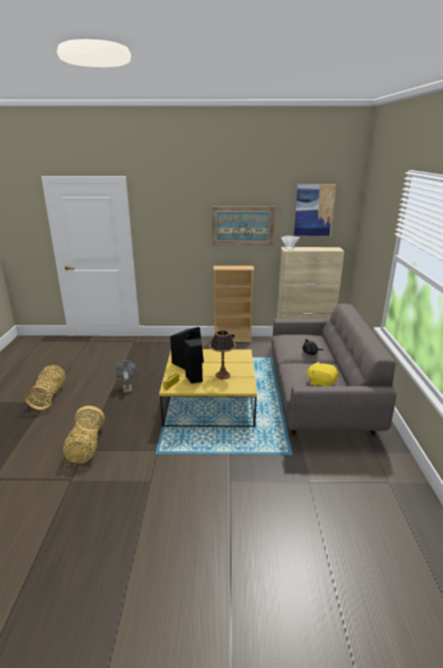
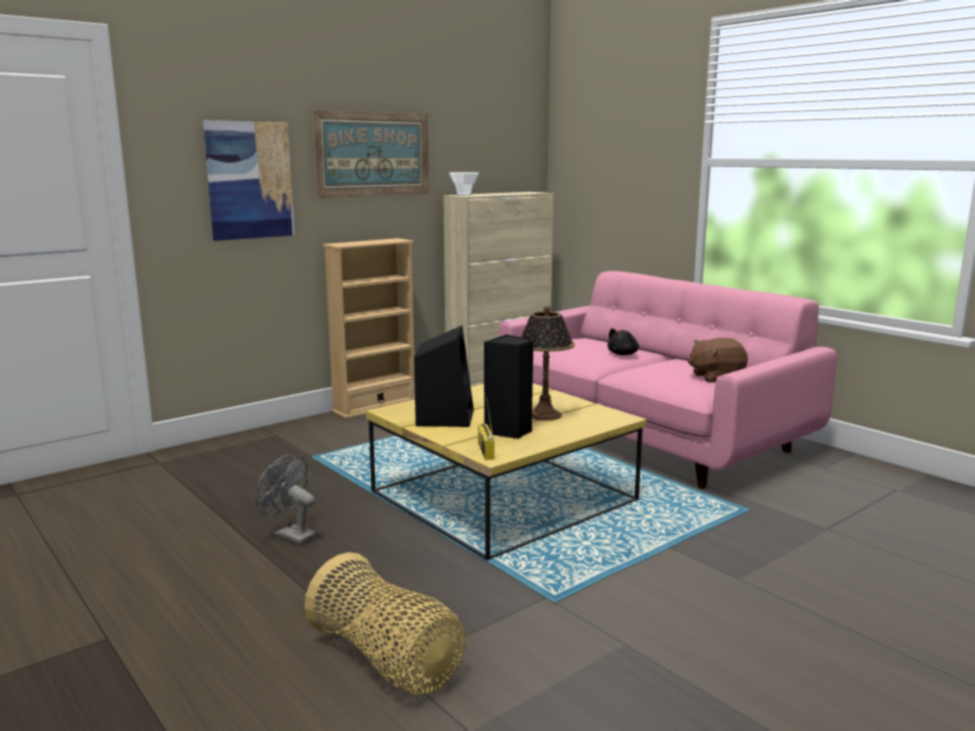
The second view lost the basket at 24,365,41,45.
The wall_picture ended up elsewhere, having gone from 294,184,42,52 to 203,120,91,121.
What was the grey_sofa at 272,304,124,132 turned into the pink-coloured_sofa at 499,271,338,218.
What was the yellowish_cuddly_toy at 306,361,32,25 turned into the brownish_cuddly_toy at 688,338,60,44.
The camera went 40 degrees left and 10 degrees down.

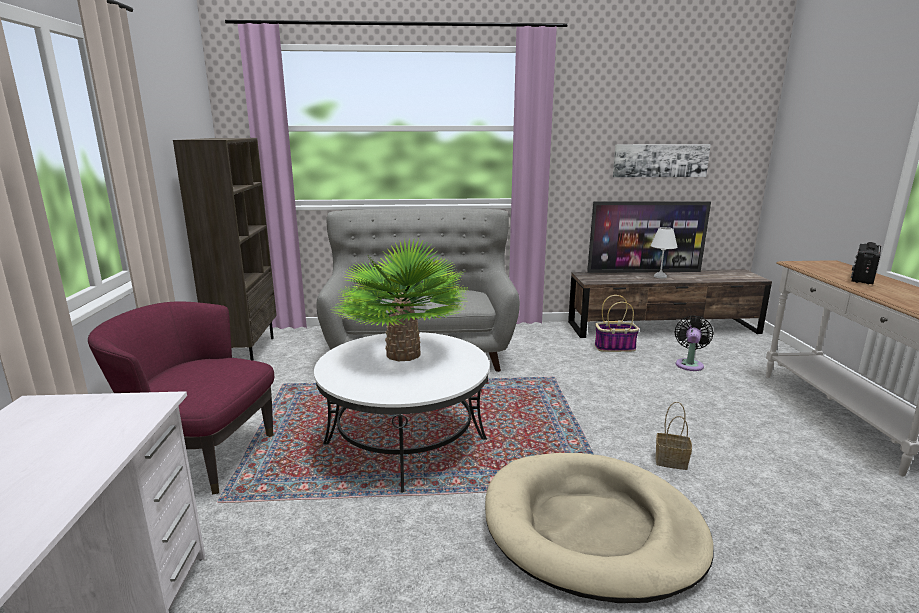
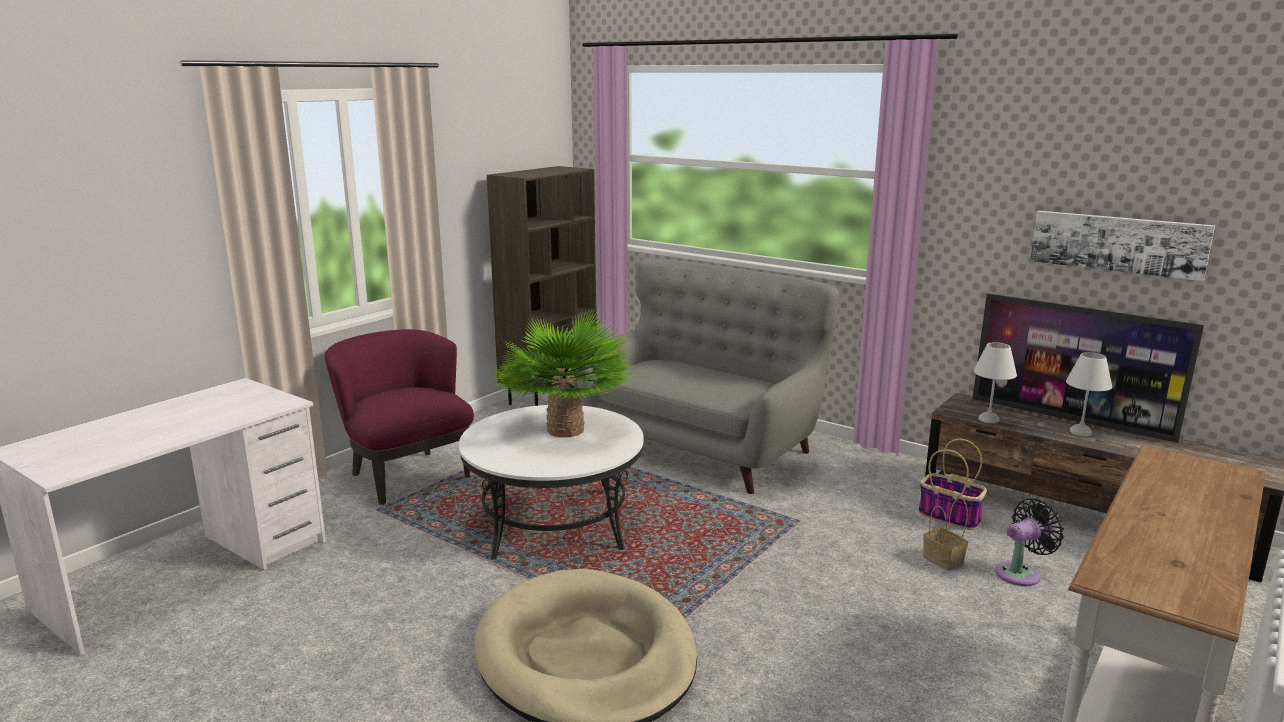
The second view lost the radio at 851,242,30,42.
The second view gained the whitish_table_lamp at 974,342,43,81.
The basket ended up elsewhere, having gone from 655,402,37,68 to 923,498,45,73.
The camera went 40 degrees right and 0 degrees up.

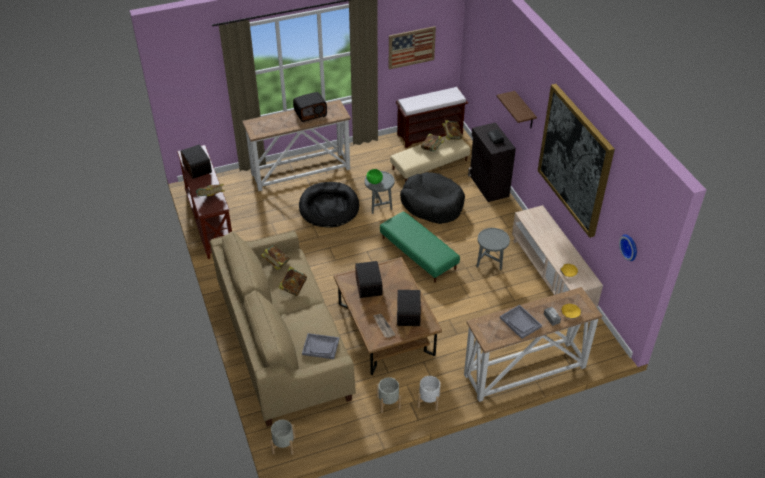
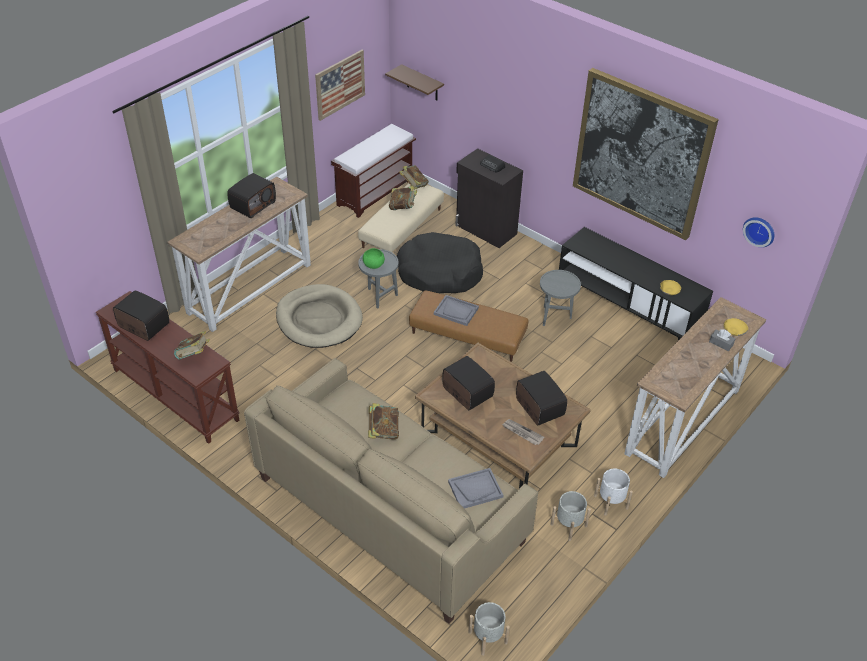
The second view lost the bound_book at 261,245,29,25.
The brownish_shelf ended up elsewhere, having gone from 497,91,40,37 to 385,64,59,37.
The grey_carrying_tray ended up elsewhere, having gone from 500,305,42,34 to 434,295,45,31.
What was the black-coloured_dog_bed at 299,182,60,45 turned into the beige_dog_bed at 276,284,87,64.
What was the green_ottoman at 380,212,80,71 turned into the brownish_ottoman at 409,291,120,71.
What was the beige_tv_stand at 512,205,91,102 turned into the black-coloured_tv_stand at 559,227,154,113.
The camera went 30 degrees left and 0 degrees up.

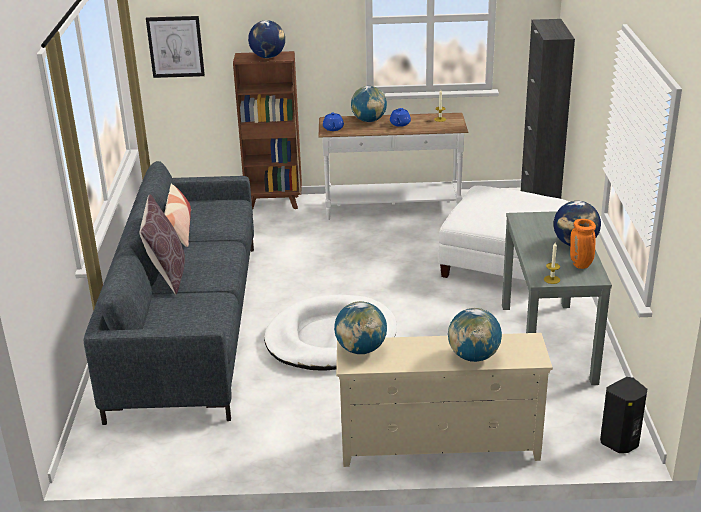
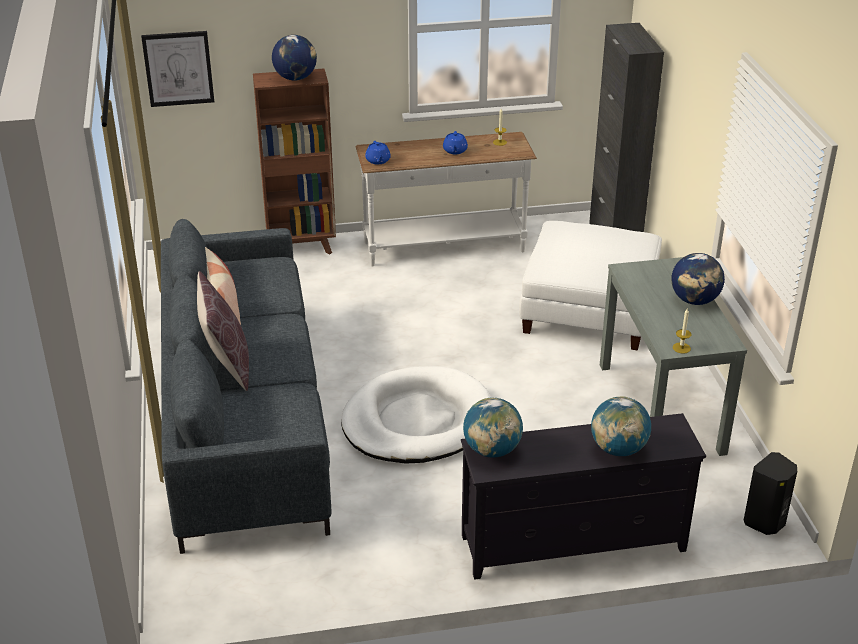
The second view lost the world_globe at 351,86,36,36.
The second view lost the orange-coloured_vase at 570,219,26,50.
What was the beige_tv_stand at 336,333,217,134 turned into the black-coloured_tv_stand at 461,413,245,167.
The camera went 10 degrees left and 5 degrees up.

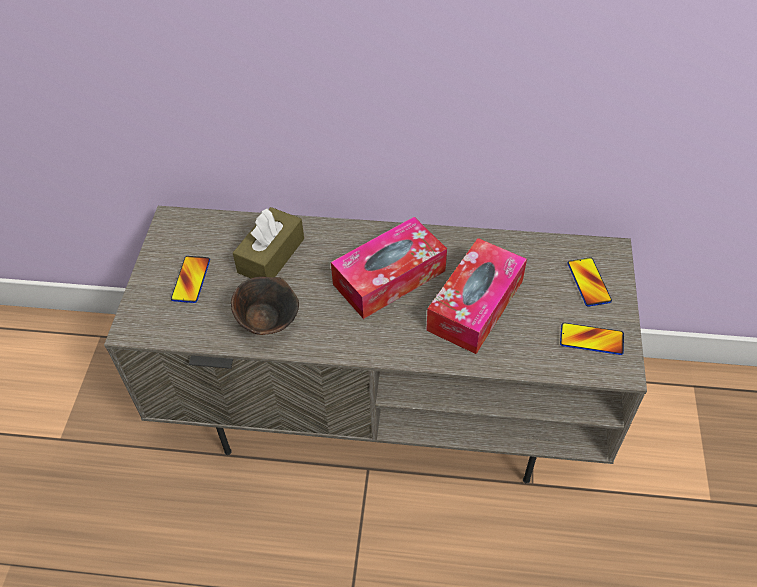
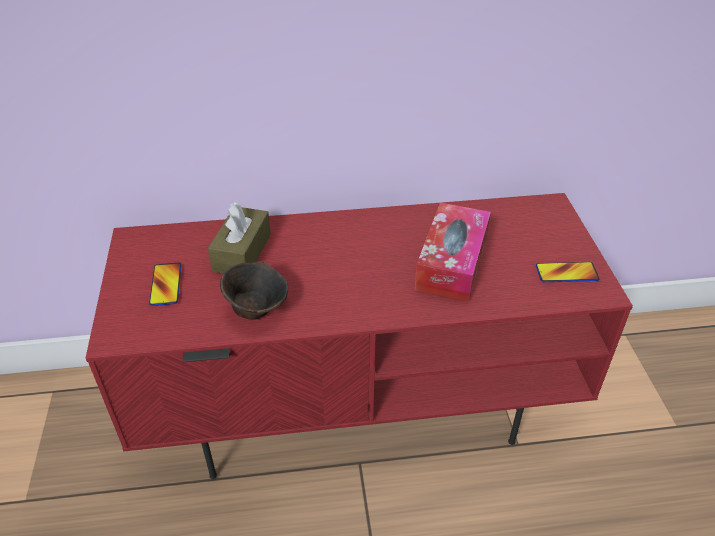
The second view lost the tissue_box at 331,217,116,102.
The second view lost the handset at 568,257,44,50.
What was the grey_tv_stand at 104,206,543,278 turned into the red_tv_stand at 86,193,547,286.
The camera went 15 degrees left and 10 degrees down.

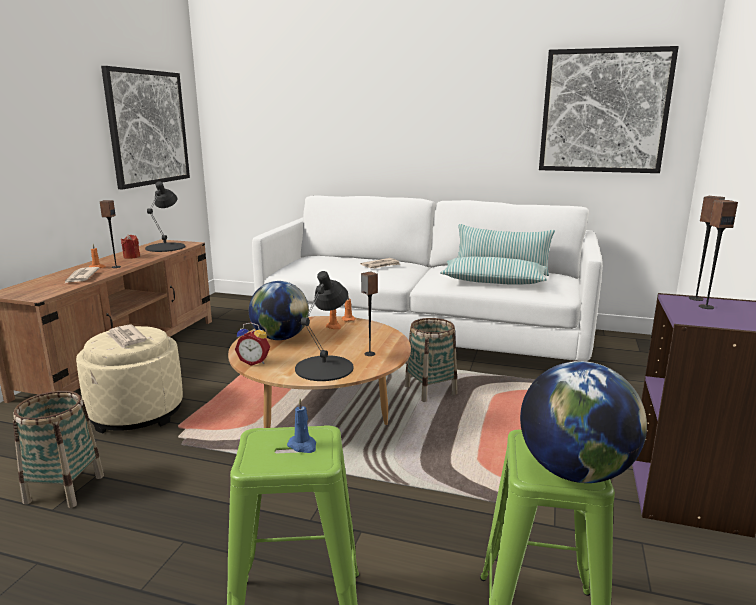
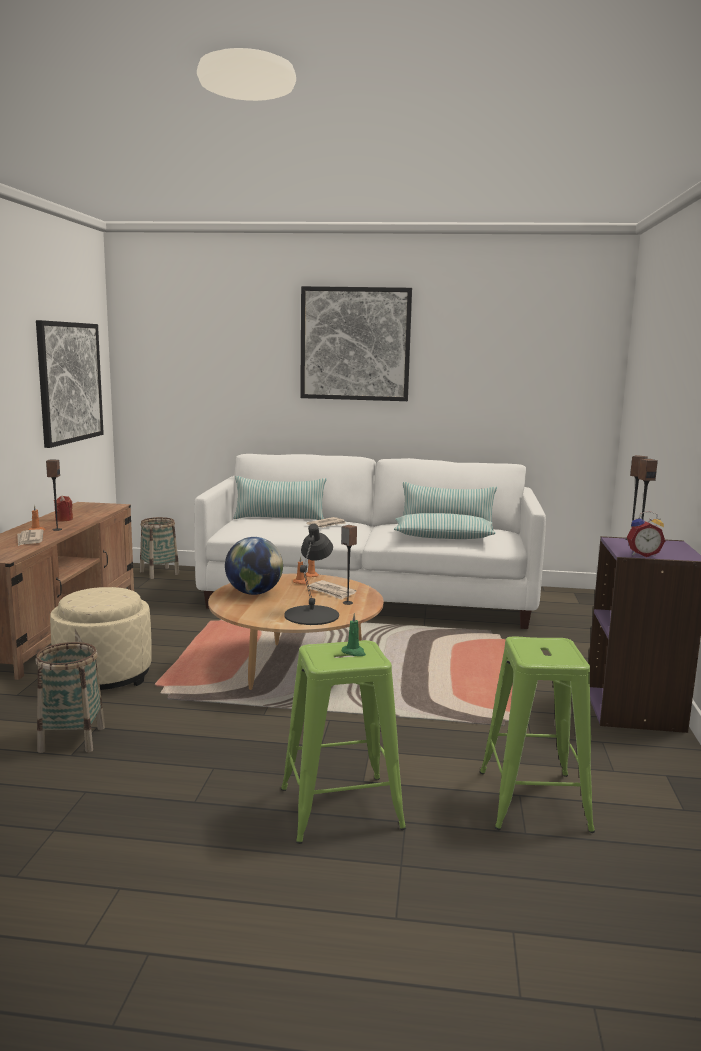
The second view lost the black-coloured_table_lamp at 145,181,40,71.
The second view lost the world_globe at 520,361,127,122.
The second view gained the pillow at 234,476,92,44.
The printed_paper ended up elsewhere, having gone from 106,324,41,25 to 308,580,48,20.
The table_clock ended up elsewhere, having gone from 235,322,35,44 to 627,511,38,46.
The basket ended up elsewhere, having gone from 405,318,53,84 to 140,517,39,62.
The wall_picture ended up elsewhere, having gone from 539,46,140,127 to 300,286,112,115.
What was the bluish_wax_light at 287,399,29,54 turned into the green_wax_light at 342,613,24,43.
The camera went 10 degrees left and 5 degrees down.

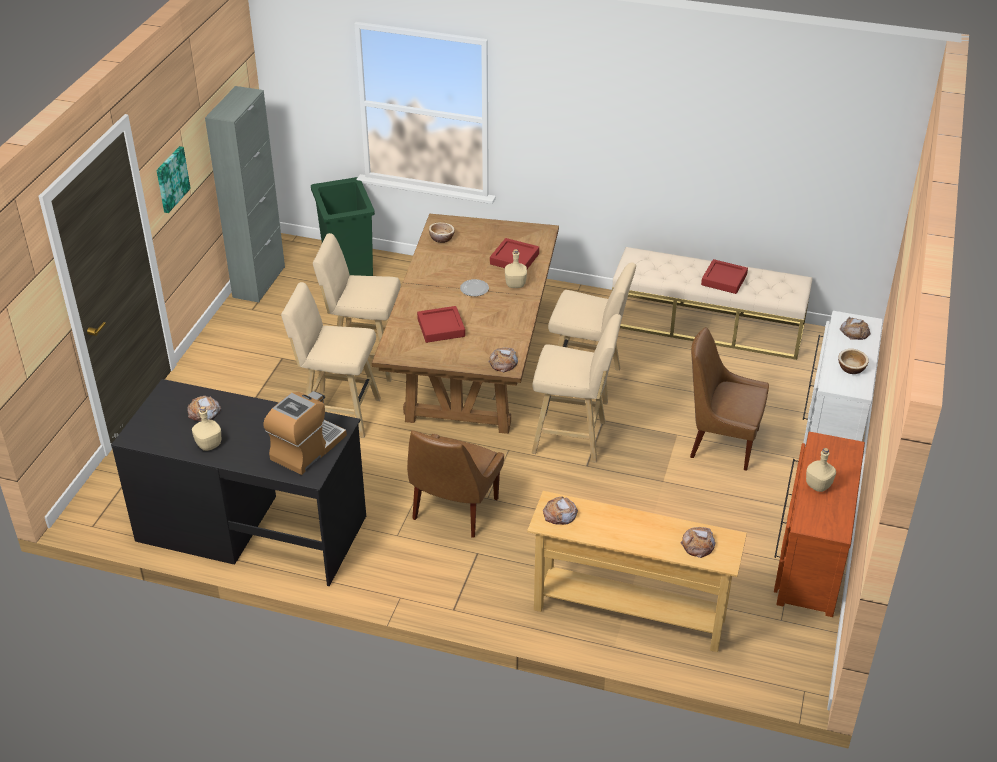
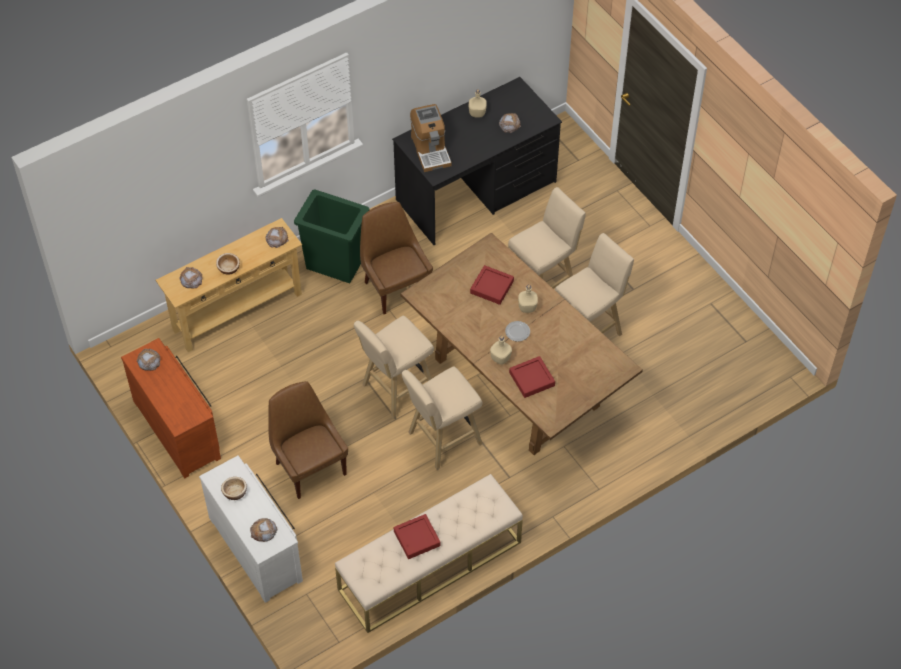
The second view lost the wall_picture at 156,146,35,67.
The second view lost the grey_cabinet at 205,86,80,216.
The green_rubbish_bin ended up elsewhere, having gone from 311,177,64,99 to 294,190,75,93.
The bowl ended up elsewhere, having gone from 429,222,26,21 to 216,253,24,22.
The bread ended up elsewhere, having gone from 488,347,30,25 to 137,349,23,22.
The beige_bottle ended up elsewhere, having gone from 806,448,30,44 to 518,285,20,28.
The brownish_plain_chair at 690,327,79,144 ended up facing another way, 90 degrees counterclockwise from before.
The camera went 130 degrees right and 15 degrees up.

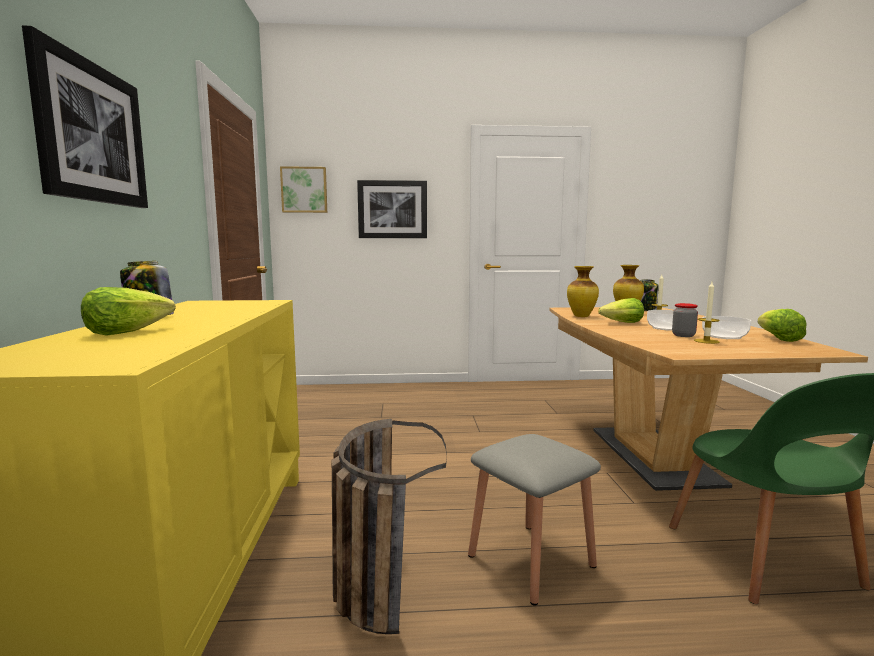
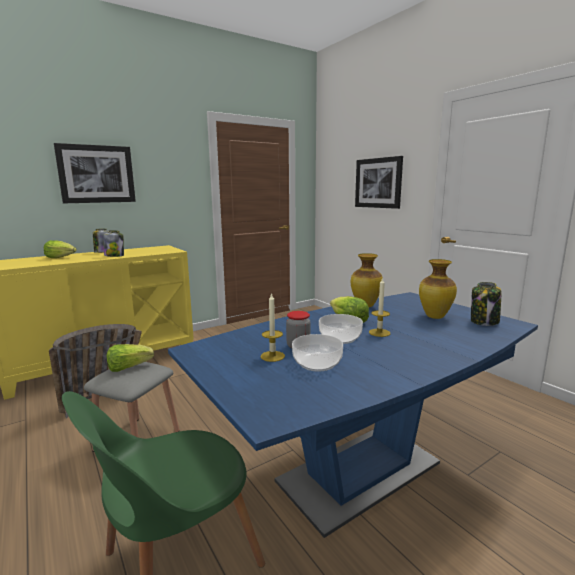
The second view lost the wall_picture at 280,166,47,47.
The second view gained the storage_jar at 104,230,20,27.
The head_of_lettuce ended up elsewhere, having gone from 758,309,49,33 to 107,344,47,28.
What was the brownish_dinner_table at 549,307,319,184 turned into the bluish_dinner_table at 168,292,370,246.
The camera went 60 degrees right and 5 degrees up.

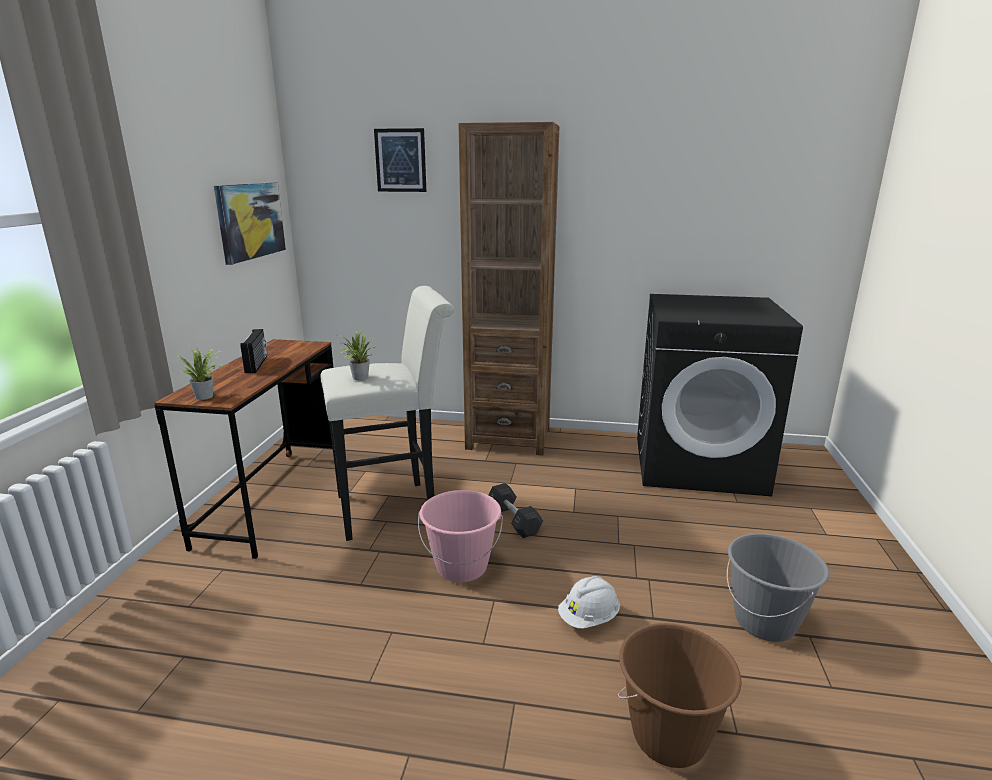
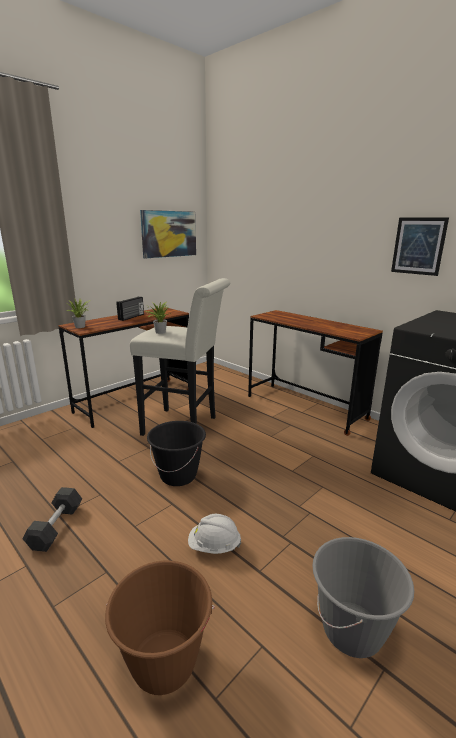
The wall_picture ended up elsewhere, having gone from 374,128,52,64 to 391,217,58,59.
The grey_free_weight ended up elsewhere, having gone from 489,483,54,55 to 23,487,59,65.
Where the brownish_bookcase stood at 458,122,101,333, the brownish_desk_table came to stand at 248,310,135,126.
What was the pink-coloured_water_bucket at 418,490,85,93 turned into the black-coloured_water_bucket at 147,421,59,65.
The camera went 35 degrees right and 0 degrees up.

